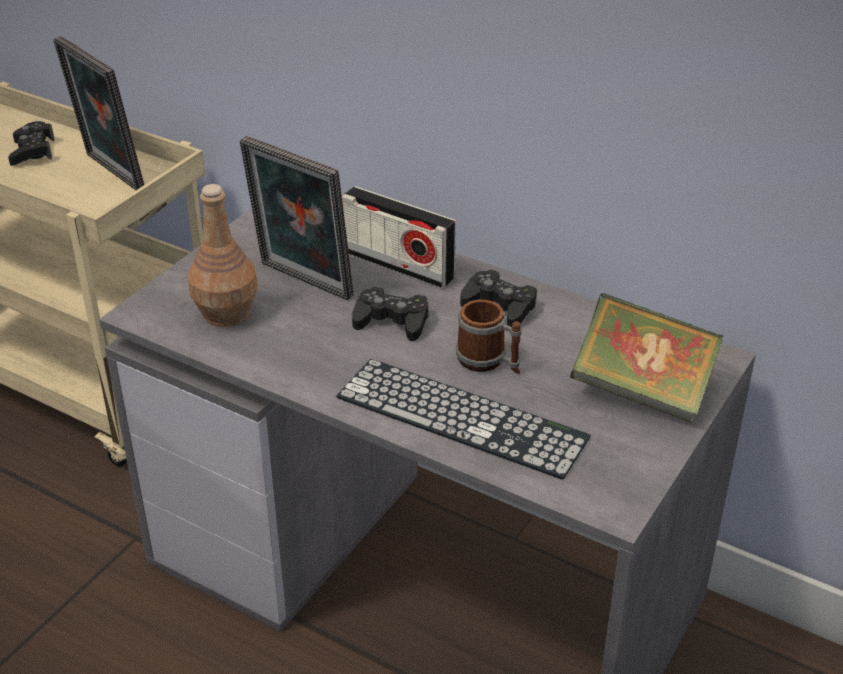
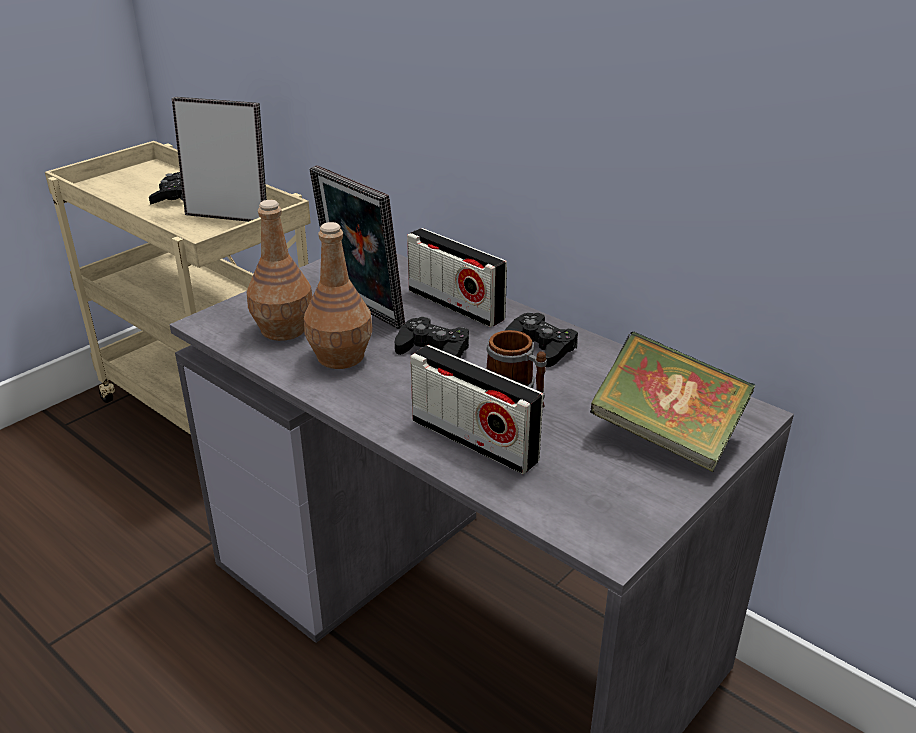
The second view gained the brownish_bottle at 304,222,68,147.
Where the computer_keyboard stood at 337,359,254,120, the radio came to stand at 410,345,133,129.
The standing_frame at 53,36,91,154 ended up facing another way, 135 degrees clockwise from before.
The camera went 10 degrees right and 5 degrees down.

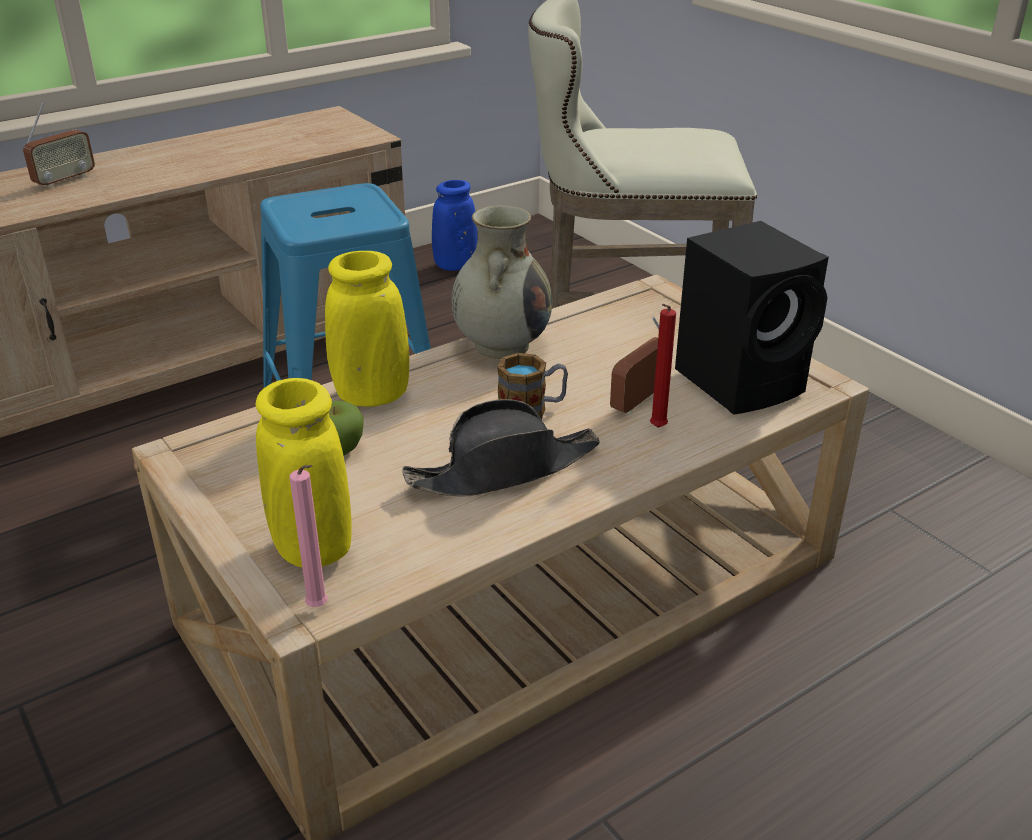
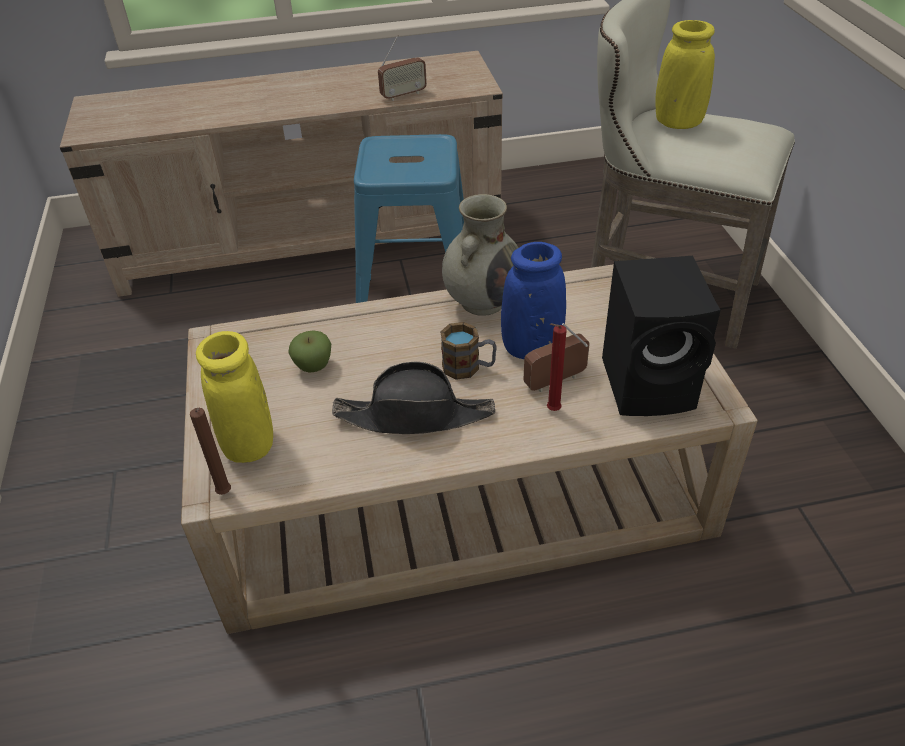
The radio ended up elsewhere, having gone from 23,101,72,87 to 378,35,49,66.
The yellowish_vase ended up elsewhere, having gone from 325,251,84,156 to 655,20,60,109.
The bluish_vase ended up elsewhere, having gone from 432,180,45,91 to 501,242,65,117.
What was the pink-coloured_wax_light at 289,465,39,142 turned into the brownish_wax_light at 190,408,41,87.
The camera went 25 degrees right and 10 degrees up.

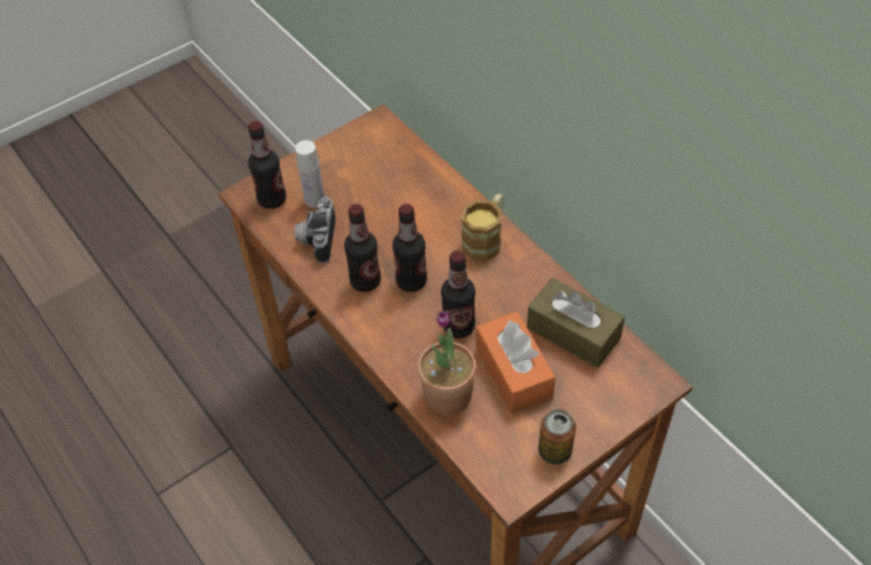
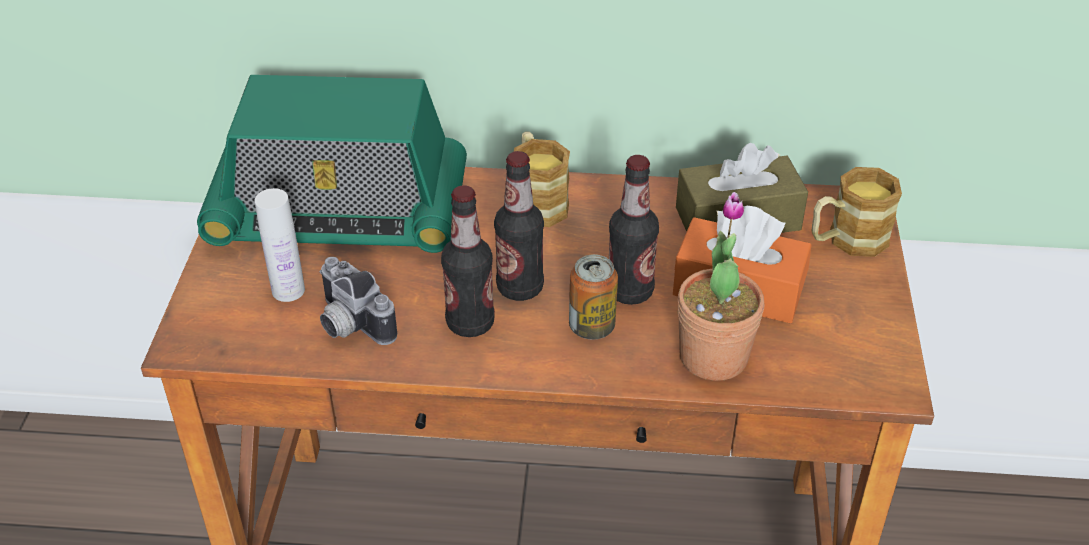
The second view lost the bottle at 248,121,38,88.
The second view gained the radio at 197,75,270,178.
The second view gained the mug at 812,167,90,90.
The can ended up elsewhere, having gone from 538,409,38,55 to 569,254,49,85.
The camera went 50 degrees left and 10 degrees down.

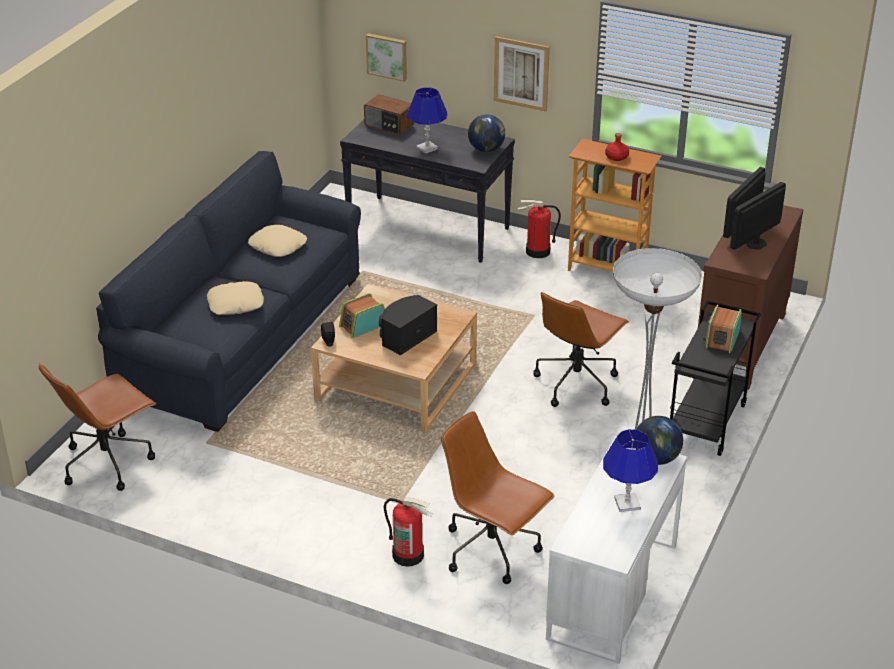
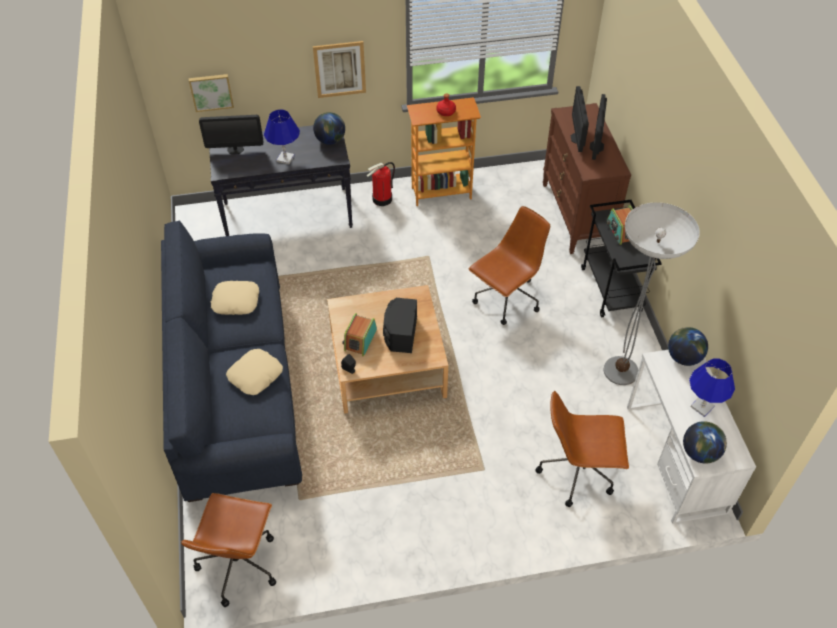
The second view lost the fire-fighting_cylinder at 384,497,49,70.
The second view gained the world_globe at 683,421,44,43.
Where the radio stood at 364,95,50,40, the computer_display came to stand at 199,115,64,39.
The brownish_desk_chair at 533,292,96,115 ended up facing another way, 135 degrees counterclockwise from before.
The camera went 35 degrees left and 15 degrees up.

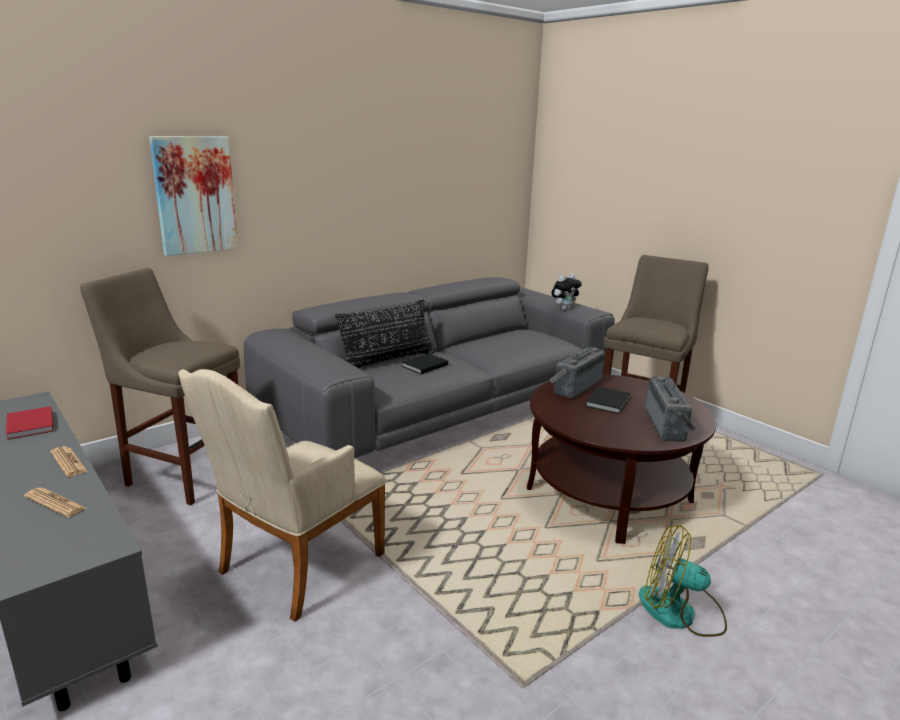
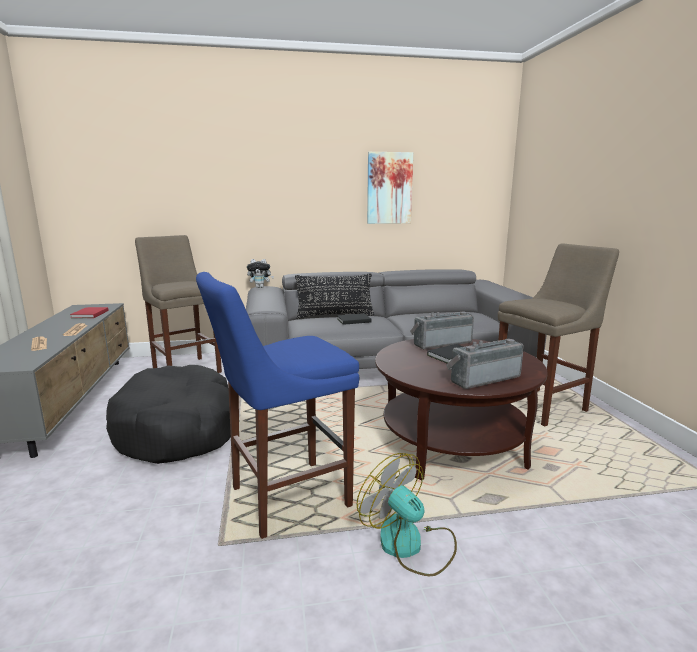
The second view gained the bluish_sitting_stool at 196,272,163,267.
The wall_picture ended up elsewhere, having gone from 149,136,89,120 to 367,152,46,72.
The cuddly_toy ended up elsewhere, having gone from 551,274,31,36 to 247,259,27,29.
Where the beige_easy_chair stood at 178,369,209,253, the black-coloured_dog_bed came to stand at 106,365,125,99.
The radio at 645,376,51,66 ended up facing another way, 150 degrees counterclockwise from before.
The camera went 30 degrees right and 5 degrees down.

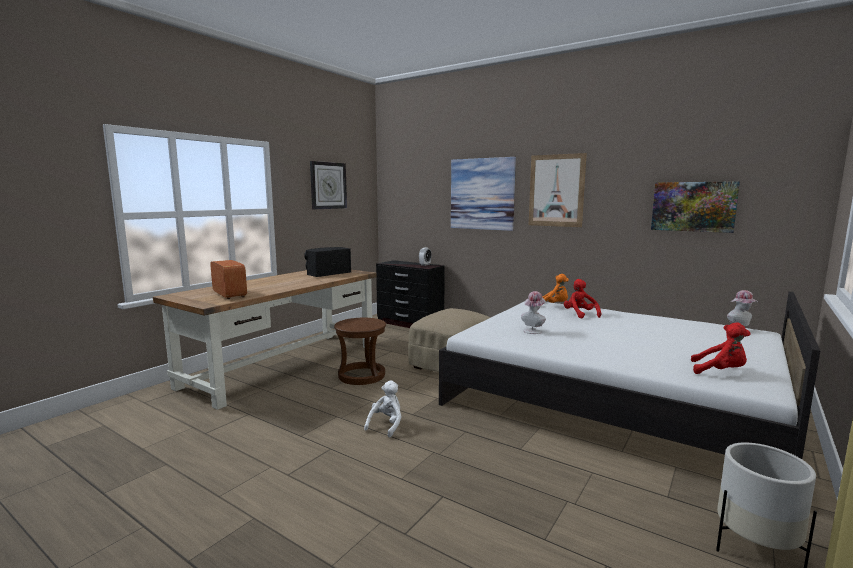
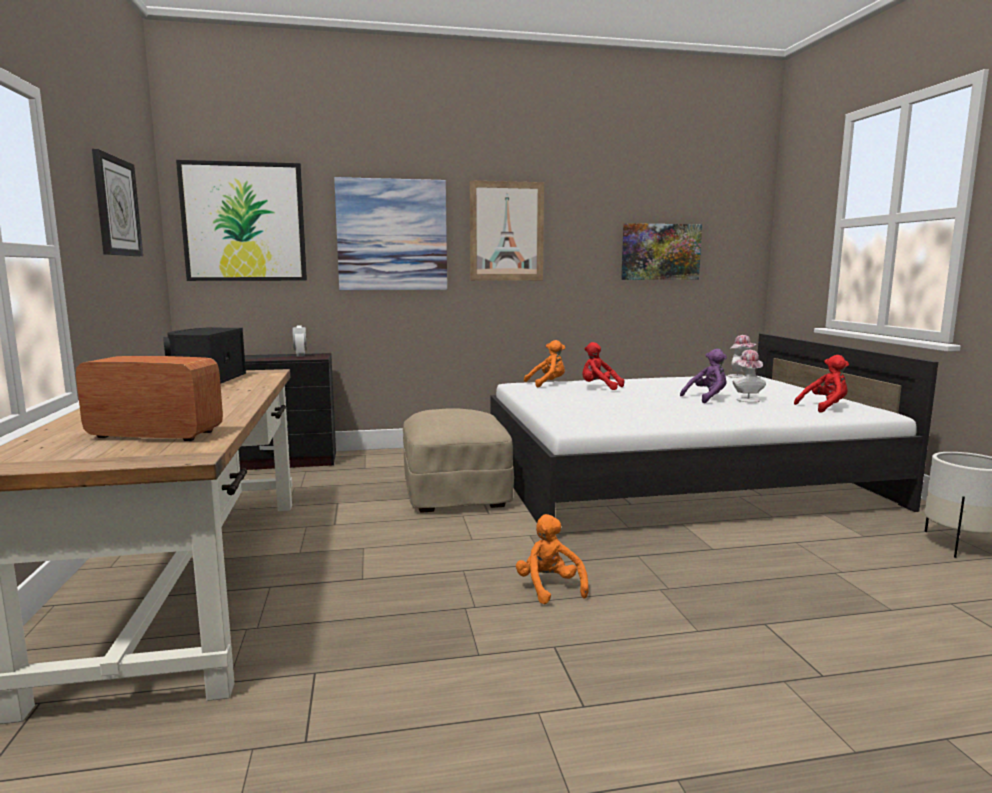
The second view lost the brownish_sitting_stool at 334,318,52,67.
The second view gained the wall_picture at 176,160,131,121.
The second view gained the purplish_cuddly_toy at 680,349,47,54.
The wearable_hat ended up elsewhere, having gone from 521,291,25,43 to 733,350,33,53.
What was the whitish_cuddly_toy at 364,380,38,57 turned into the orange-coloured_cuddly_toy at 516,514,73,91.
The camera went 45 degrees left and 0 degrees up.

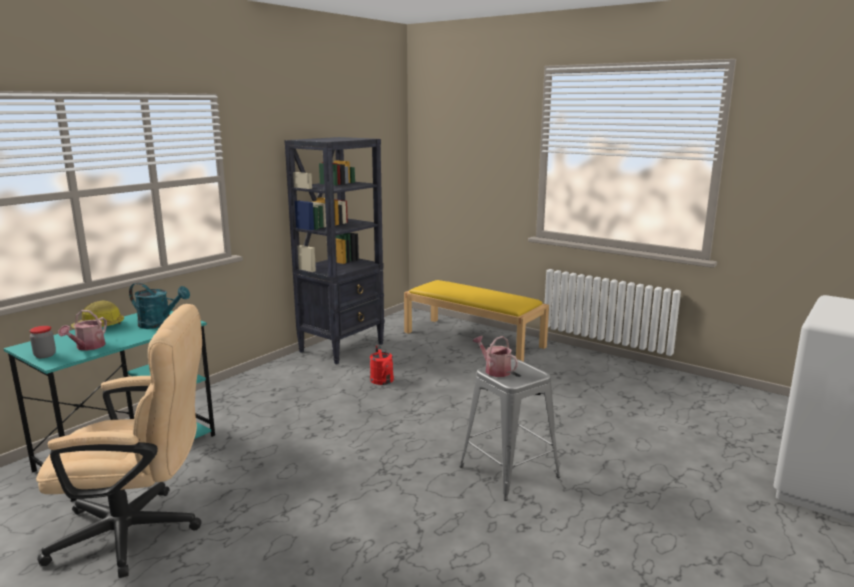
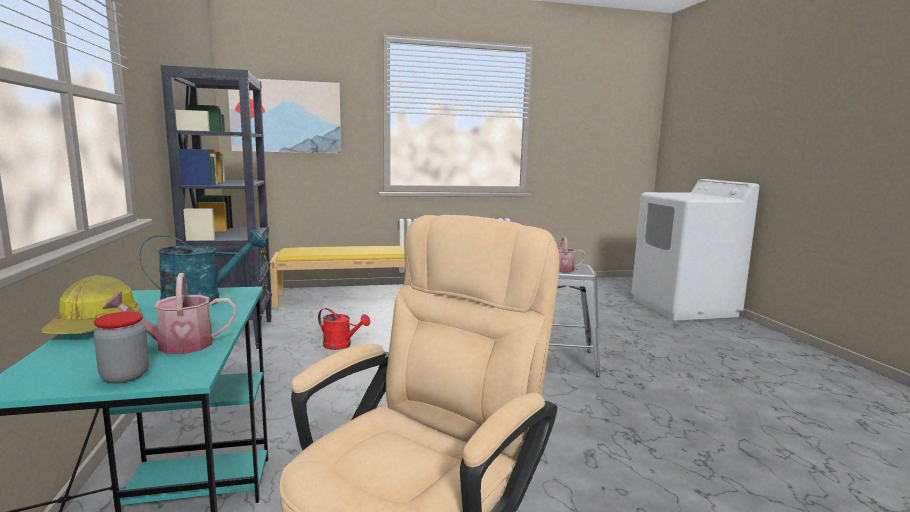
The second view gained the wall_picture at 228,79,113,75.
The watering_pot at 58,310,49,41 ended up facing another way, 105 degrees clockwise from before.
The camera went 50 degrees left and 5 degrees down.

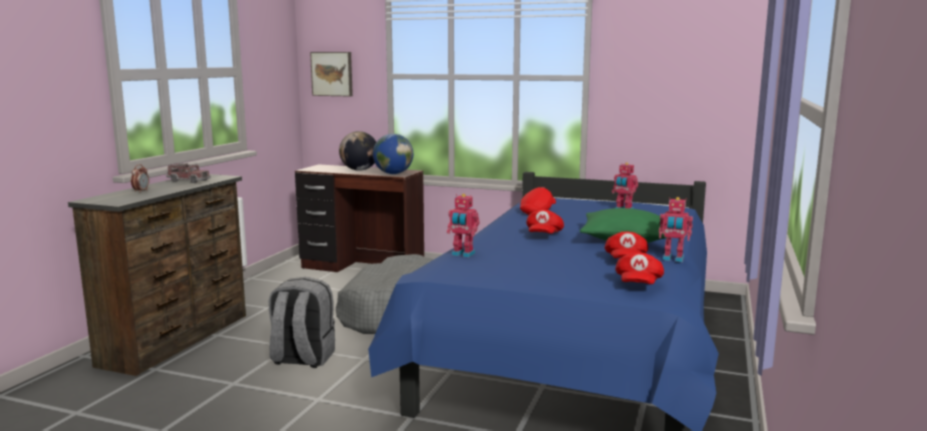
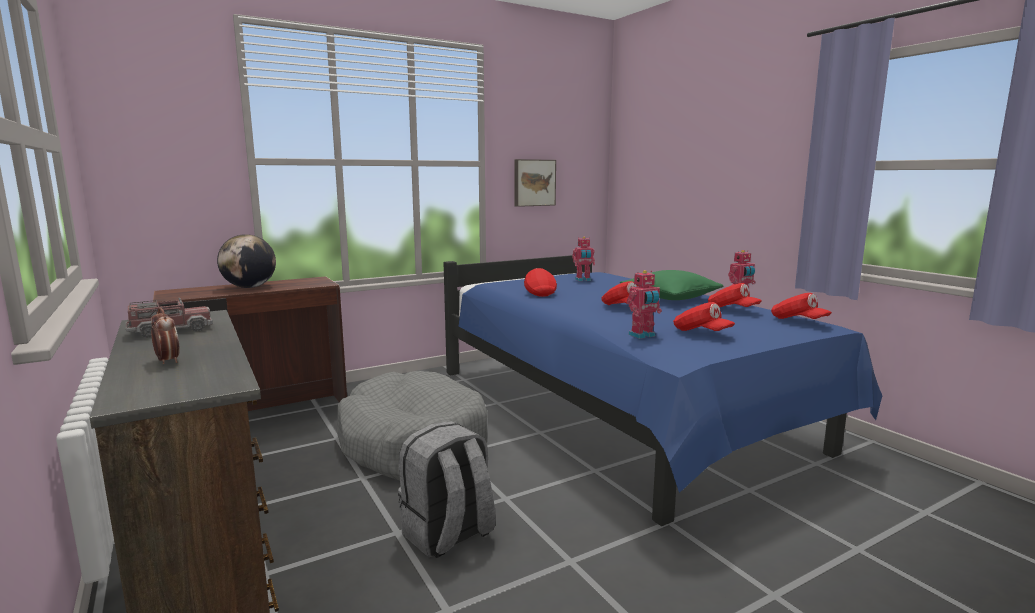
The second view lost the world_globe at 373,134,40,40.
The second view gained the red_baseball_cap at 673,302,62,29.
The wall_picture ended up elsewhere, having gone from 310,52,43,45 to 515,159,41,48.
The camera went 50 degrees left and 0 degrees up.

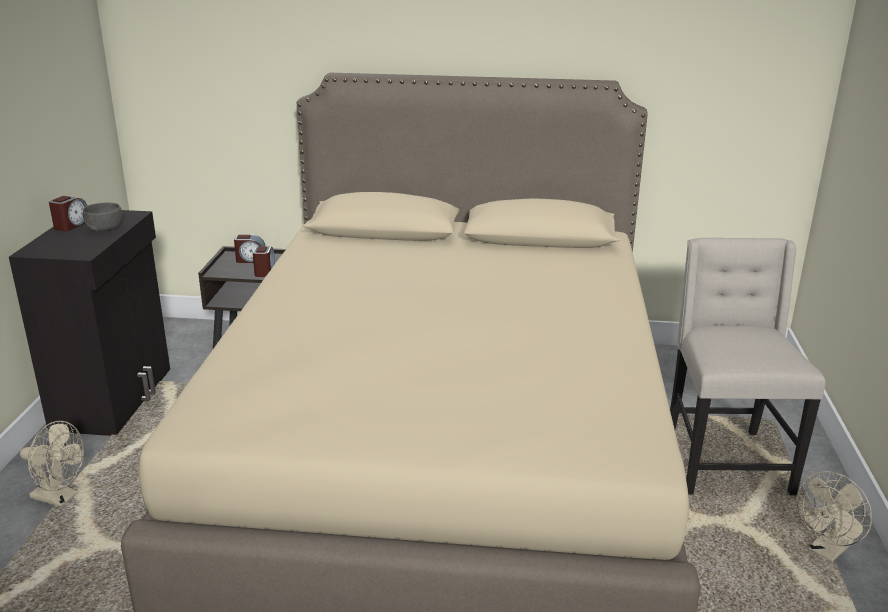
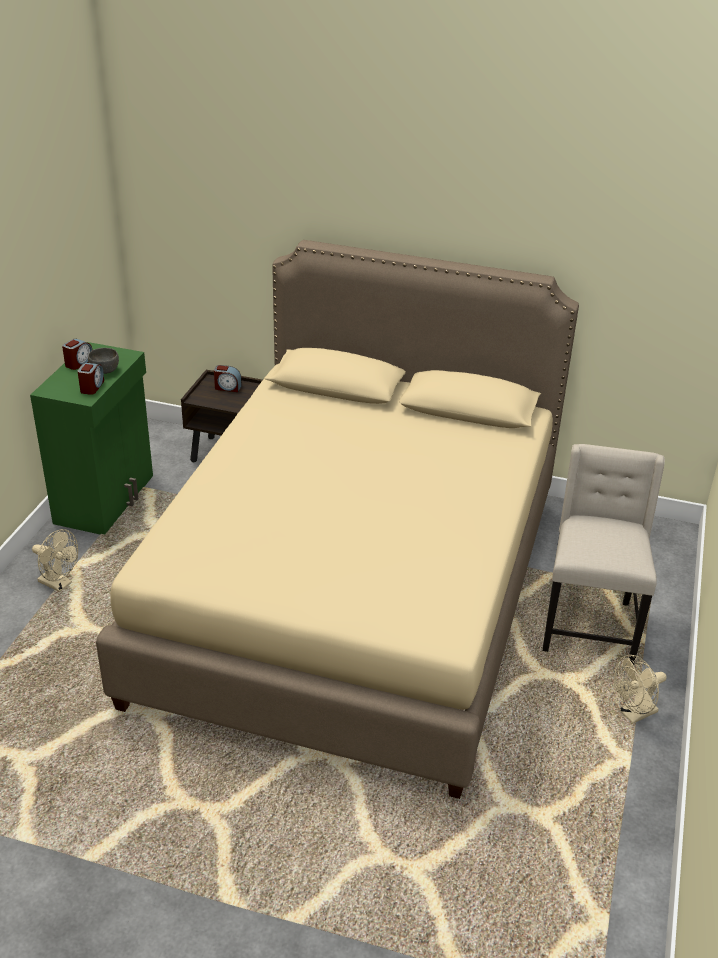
The table_clock ended up elsewhere, having gone from 253,246,22,31 to 77,363,27,32.
What was the black-coloured_cabinet at 9,210,161,226 turned into the green_cabinet at 30,342,123,192.
The camera went 10 degrees right and 10 degrees up.

